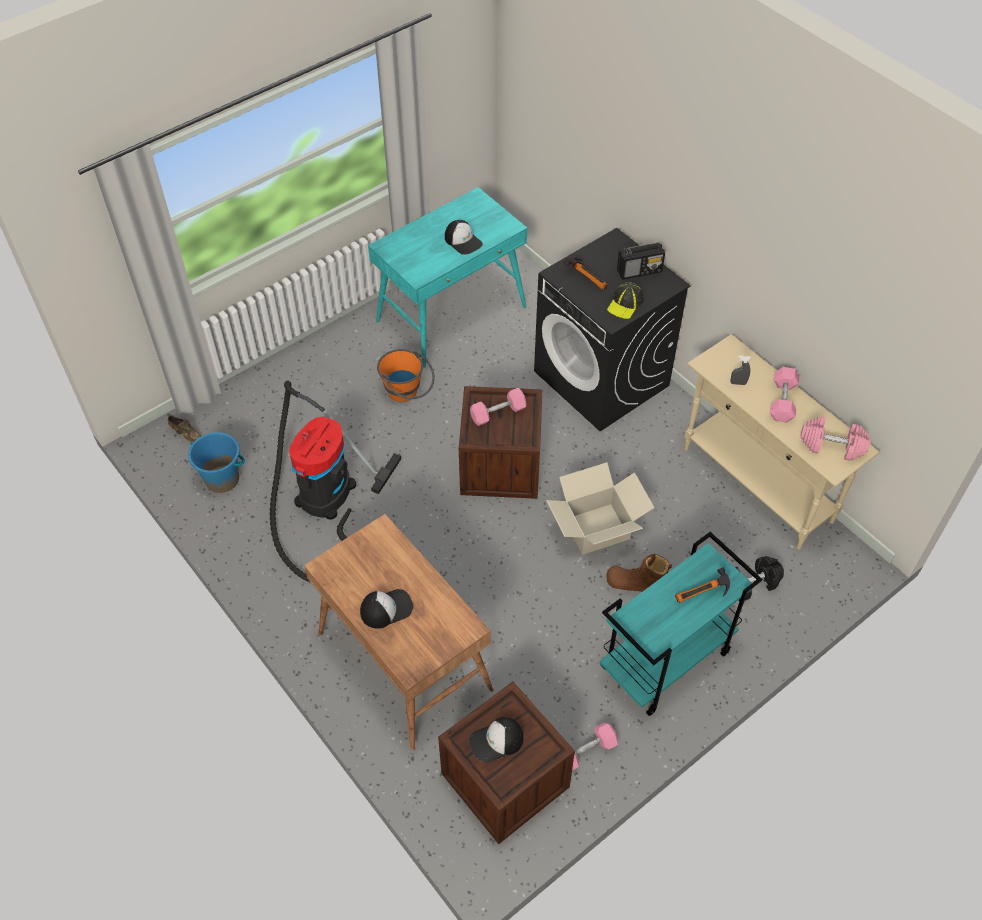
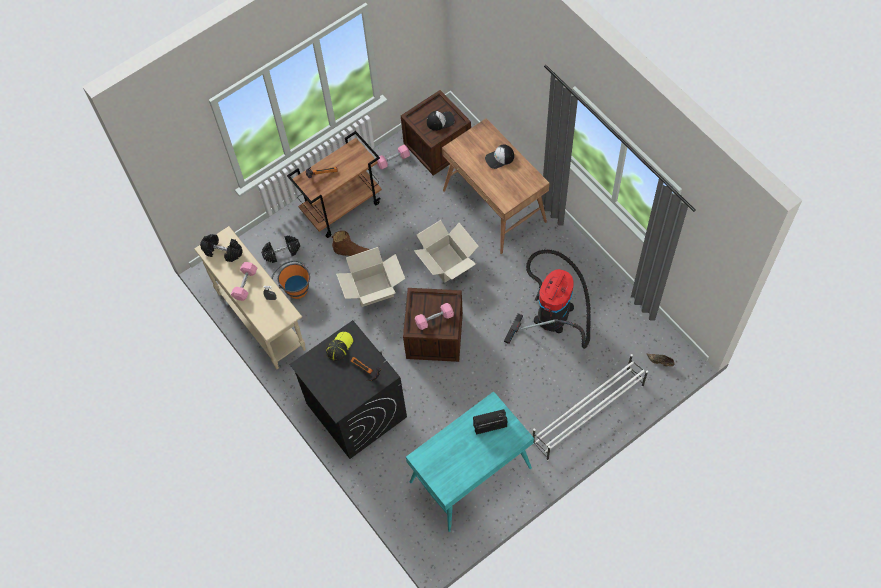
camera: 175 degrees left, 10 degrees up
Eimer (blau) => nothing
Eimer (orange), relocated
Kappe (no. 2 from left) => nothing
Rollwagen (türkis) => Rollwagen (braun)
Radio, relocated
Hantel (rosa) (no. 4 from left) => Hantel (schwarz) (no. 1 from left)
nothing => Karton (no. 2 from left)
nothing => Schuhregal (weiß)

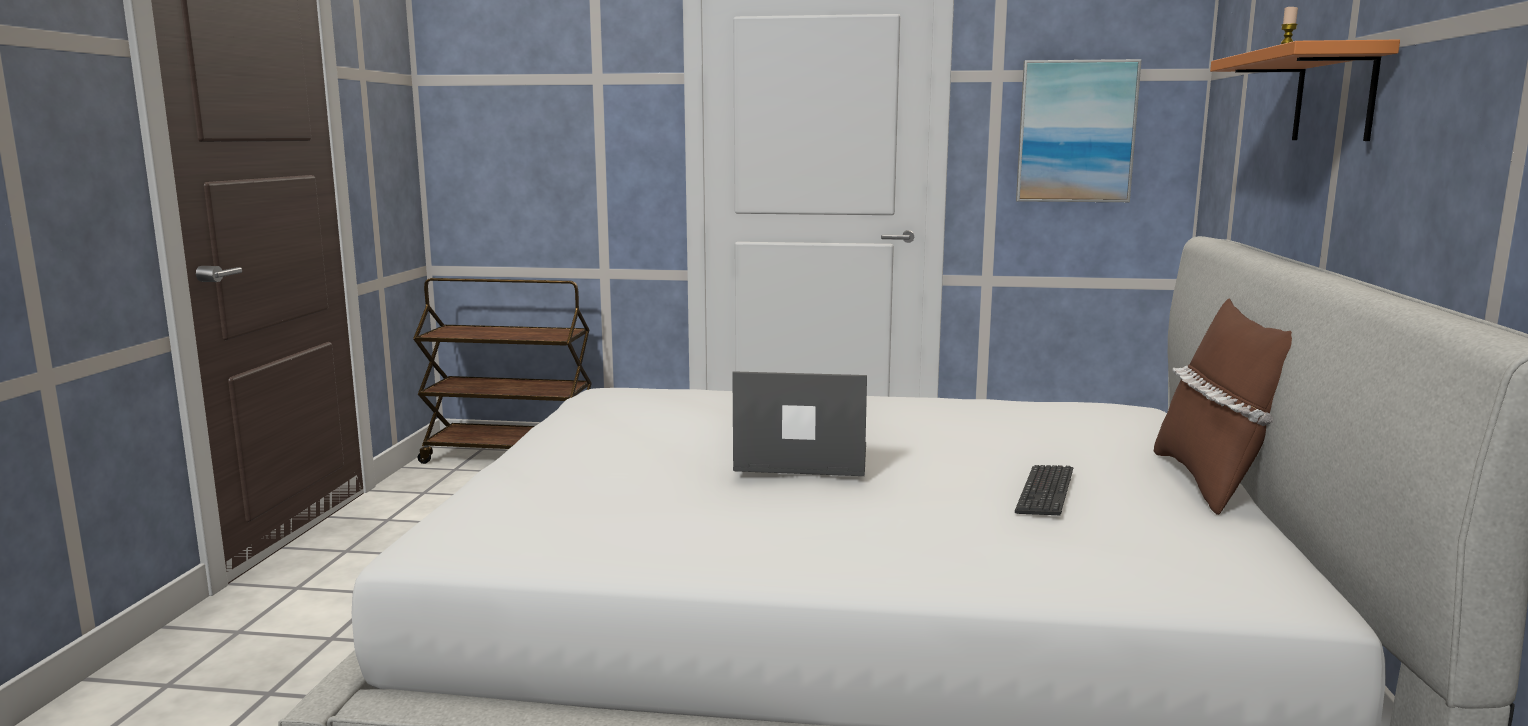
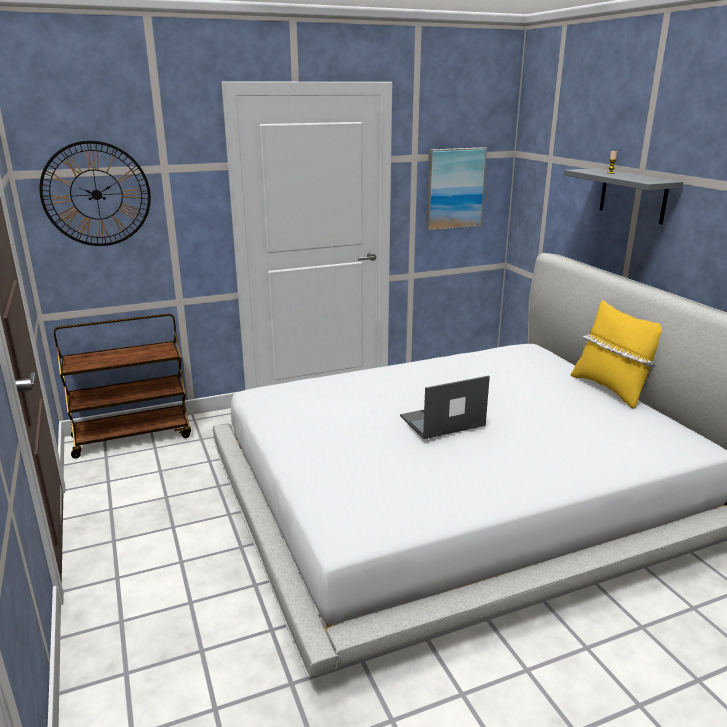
camera: 30 degrees left, 10 degrees up
Tastatur => nothing
Kissen (braun) => Kissen (gelb)
Wandregal (orange) => Wandregal (grau)
nothing => Wanduhr

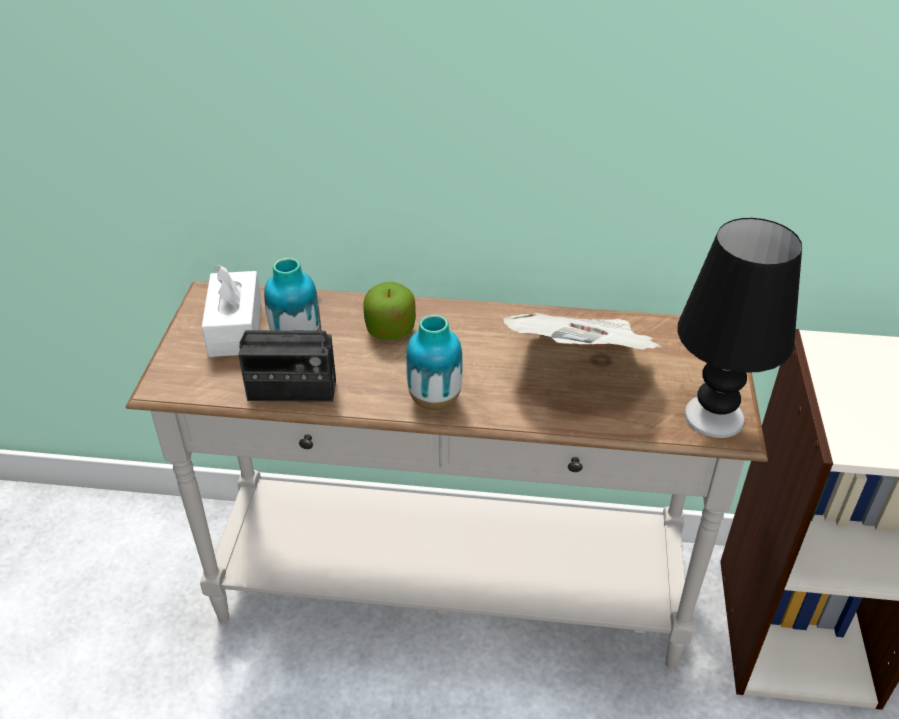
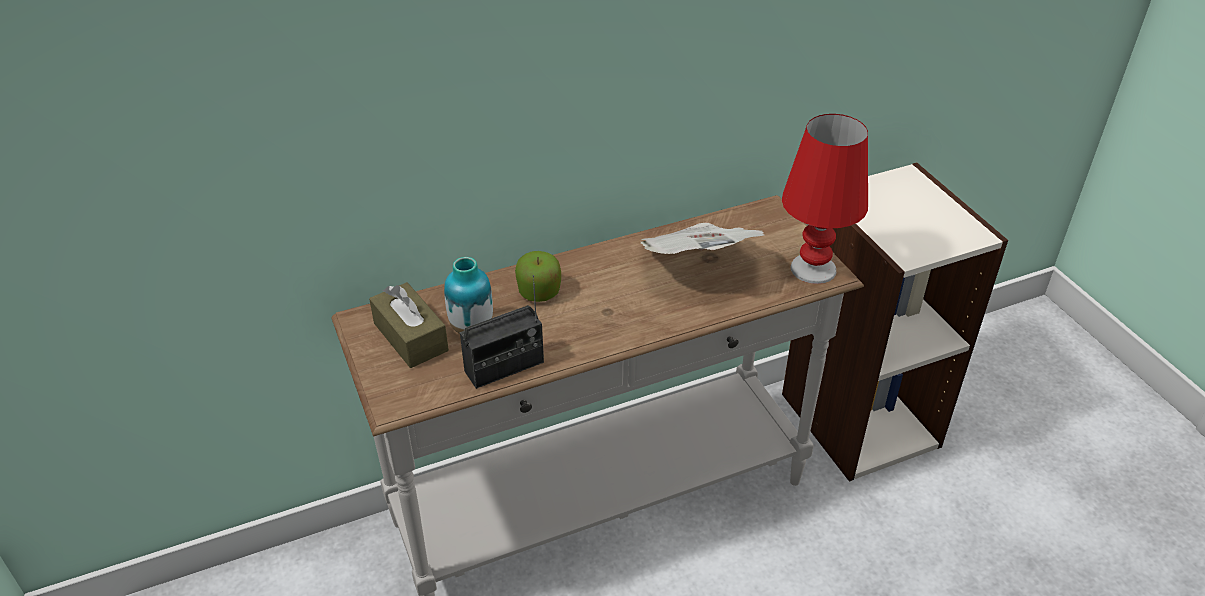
camera: 30 degrees left, 0 degrees up
Taschentuchbox (weiß) => Taschentuchbox (braun)
Vase (no. 2 from left) => nothing
Tischlampe (schwarz) => Tischlampe (rot)

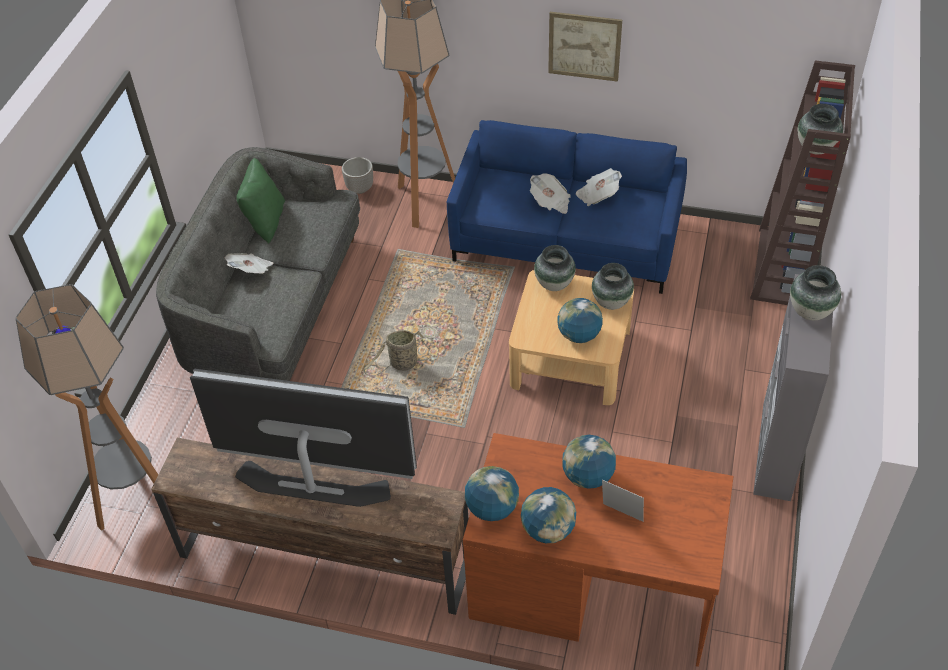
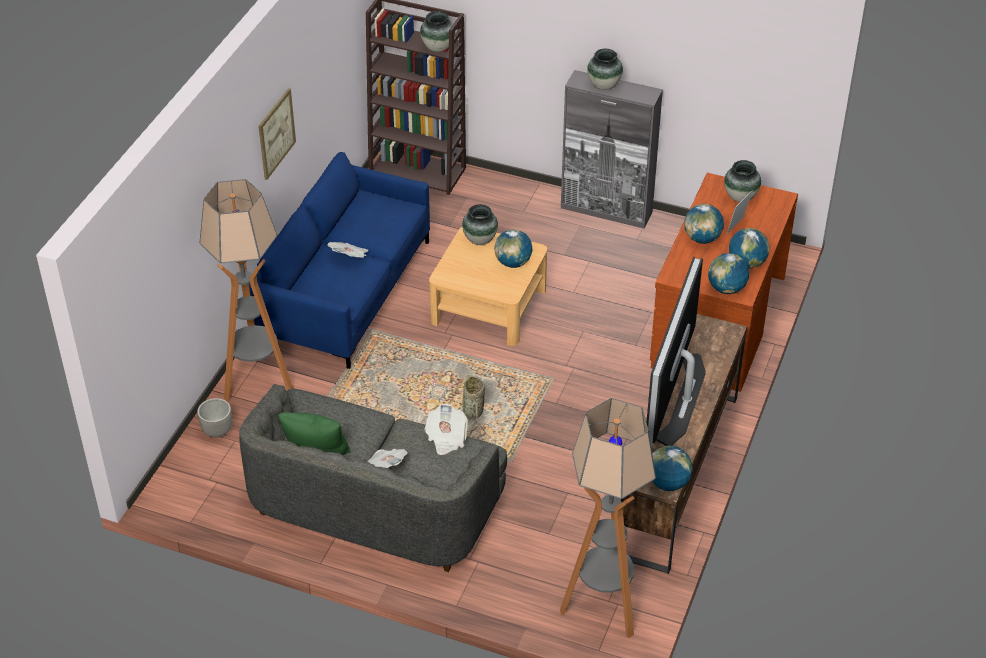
camera: 85 degrees left, 5 degrees down
Vase (no. 1 from left in the first image) => Vase (no. 4 from left), relocated
Zeitung (no. 3 from left), relocated
nothing => Globus (no. 2 from left)

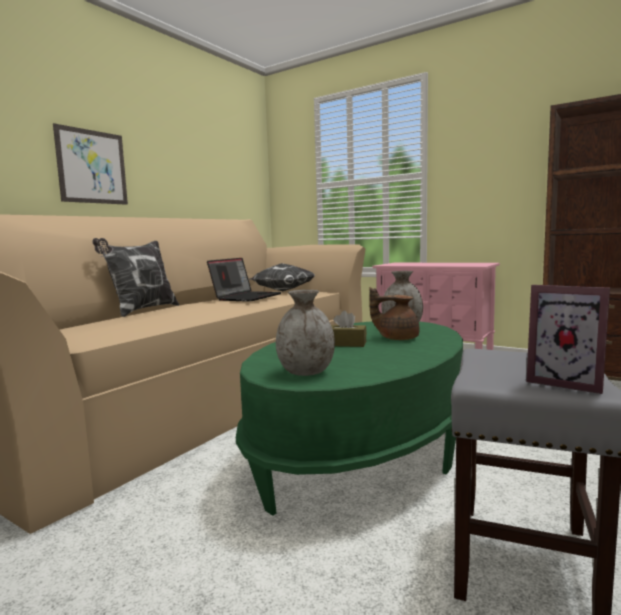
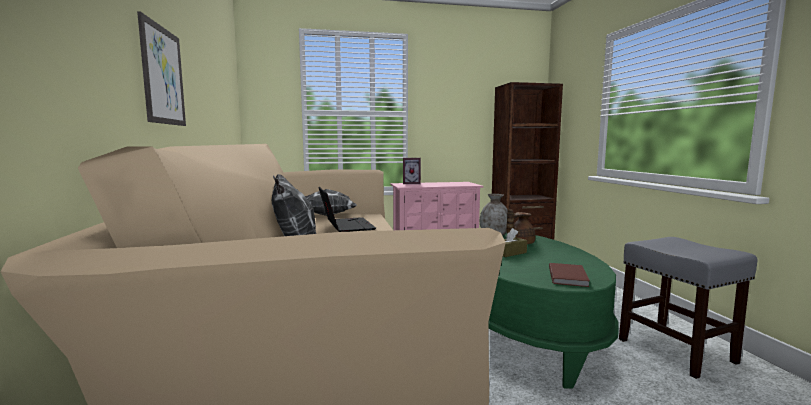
camera: 45 degrees left, 0 degrees up
Vase (grau) (no. 1 from left) => Buch (braun)
Bilderrahmen, relocated

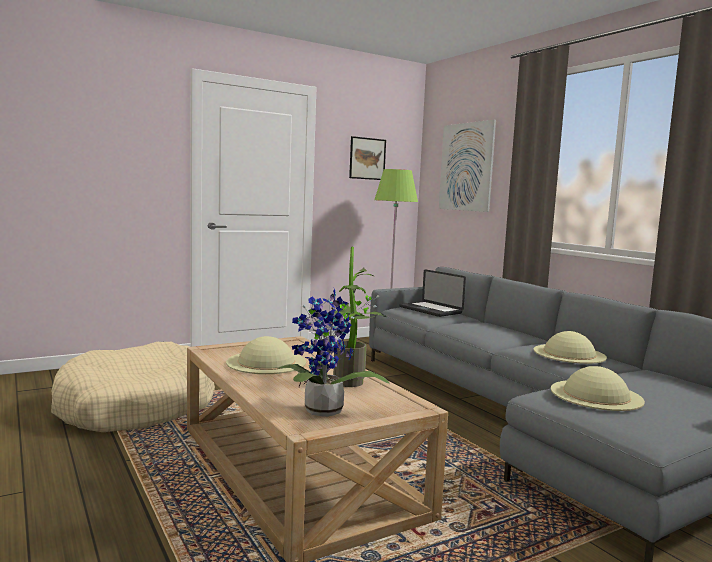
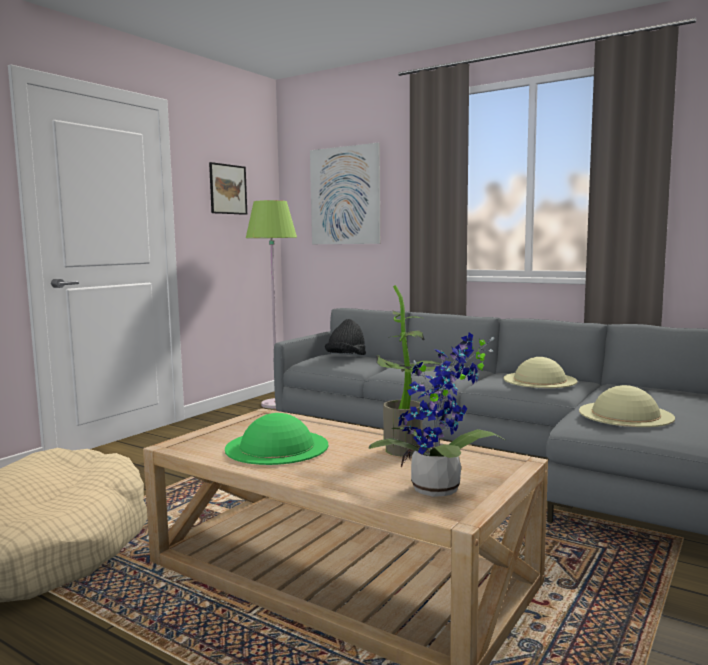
camera: 25 degrees left, 0 degrees up
Hut (beige) (no. 1 from left) => Hut (grün)
Laptop => Hut (schwarz)

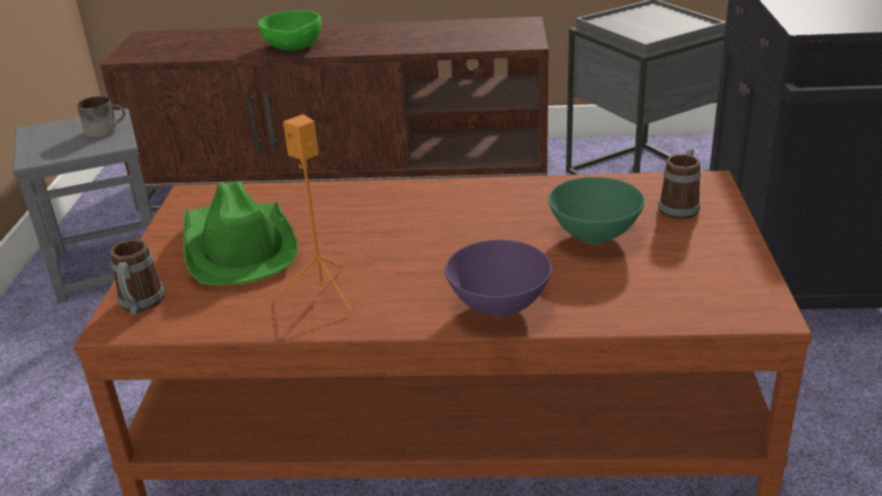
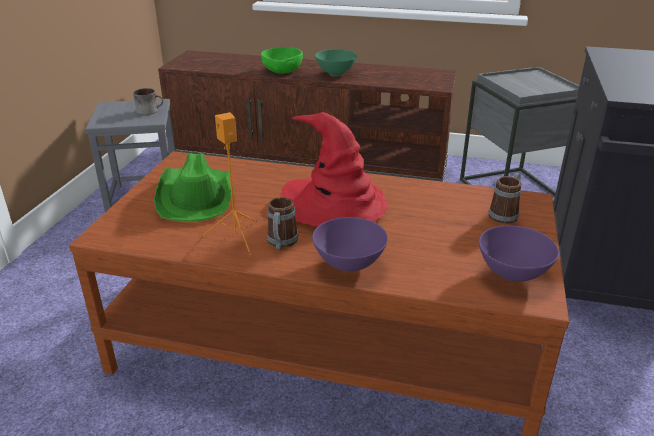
camera: 10 degrees right, 0 degrees up
Henkelbecher (no. 2 from left), relocated
Schüssel (grün) (no. 2 from left), relocated
nothing => Hut (rot)
nothing => Schüssel (lila) (no. 2 from left)

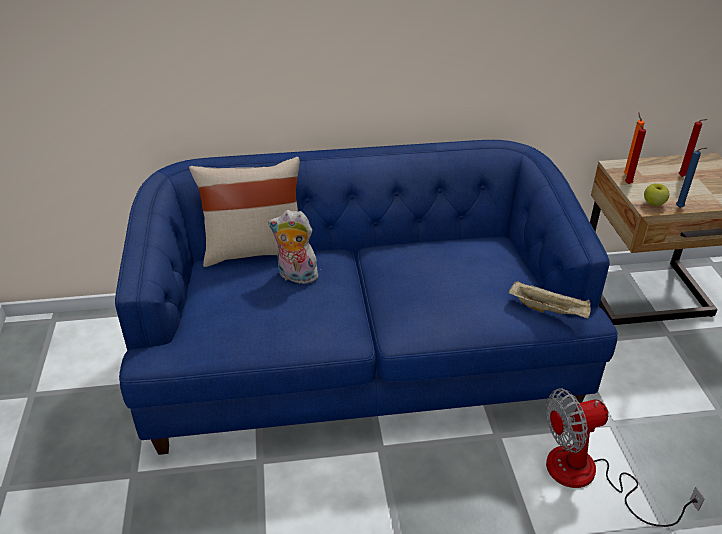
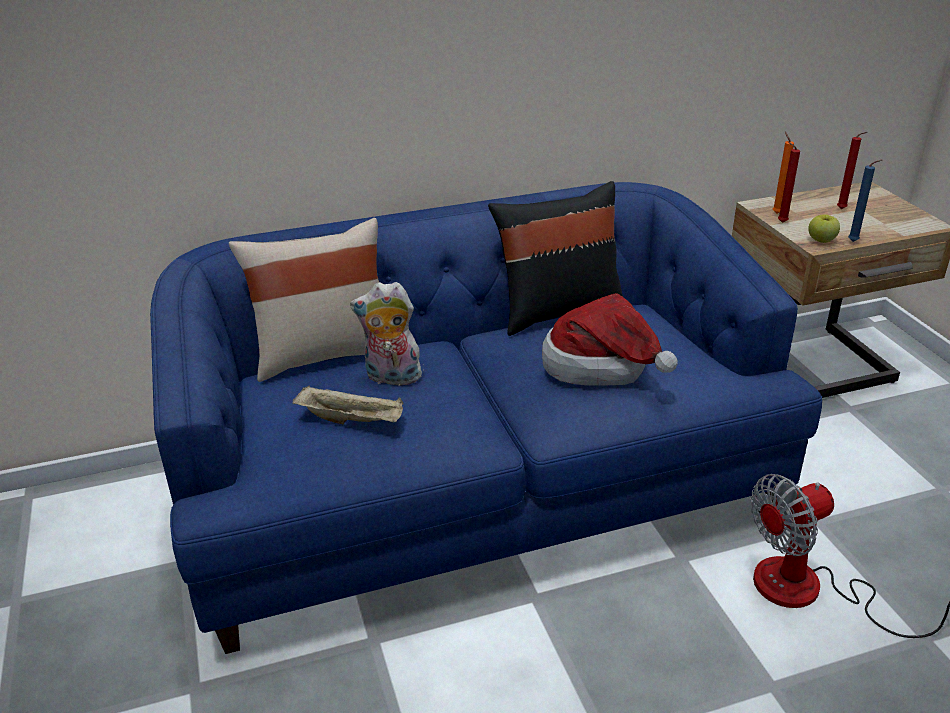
camera: 10 degrees left, 5 degrees down
Tablett (beige), relocated
nothing => Kissen (schwarz)
nothing => Hut

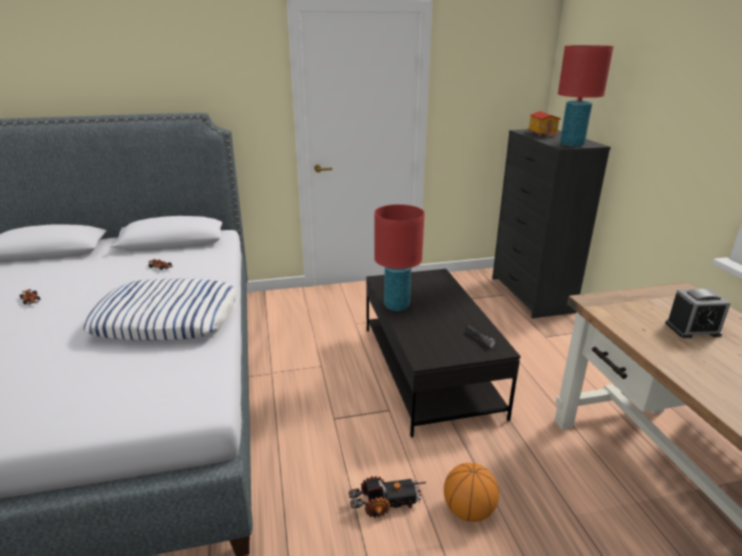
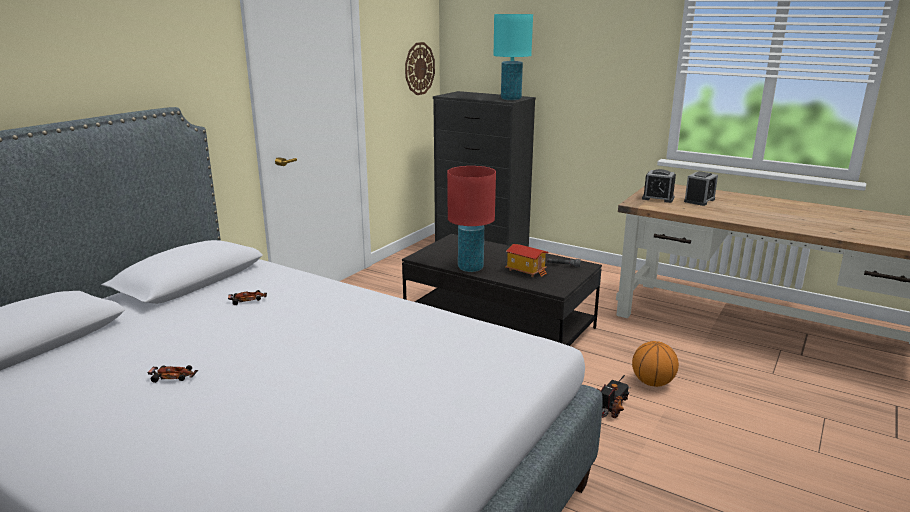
camera: 45 degrees left, 5 degrees down
Kissen => nothing
Spielzeughaus, relocated
Tischlampe (rot) (no. 2 from left) => Tischlampe (türkis)
nothing => Wanduhr
nothing => Wecker (no. 1 from left)

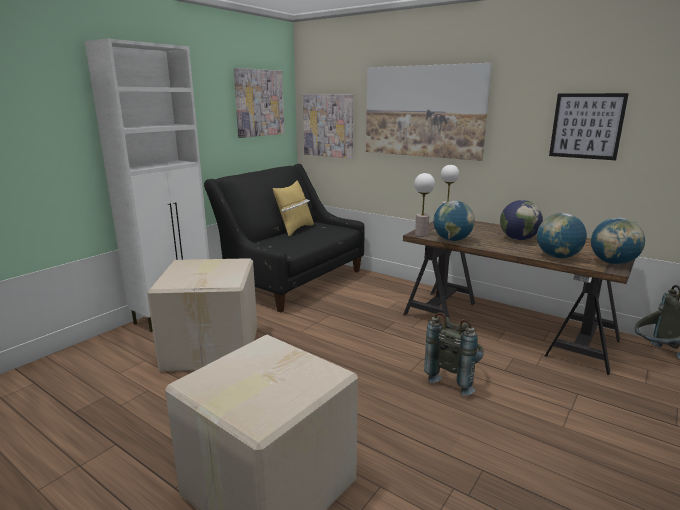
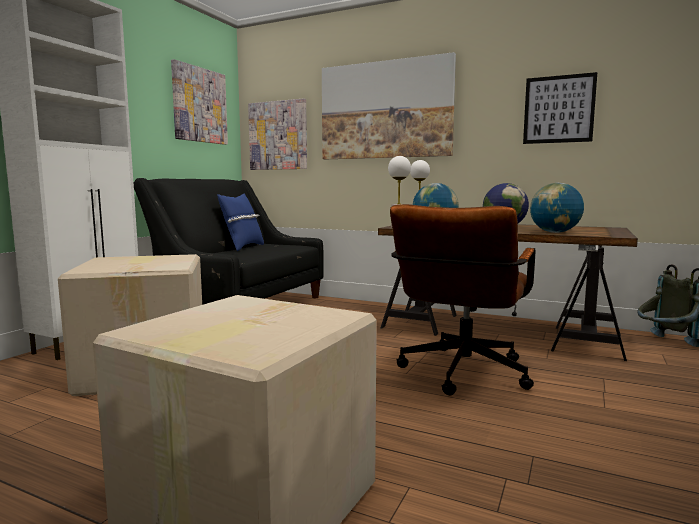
camera: 10 degrees left, 10 degrees down
Kissen (gelb) => Kissen (blau)
Rucksack (grau) (no. 1 from left) => Bürostuhl (braun)
Globus (no. 4 from left) => nothing

